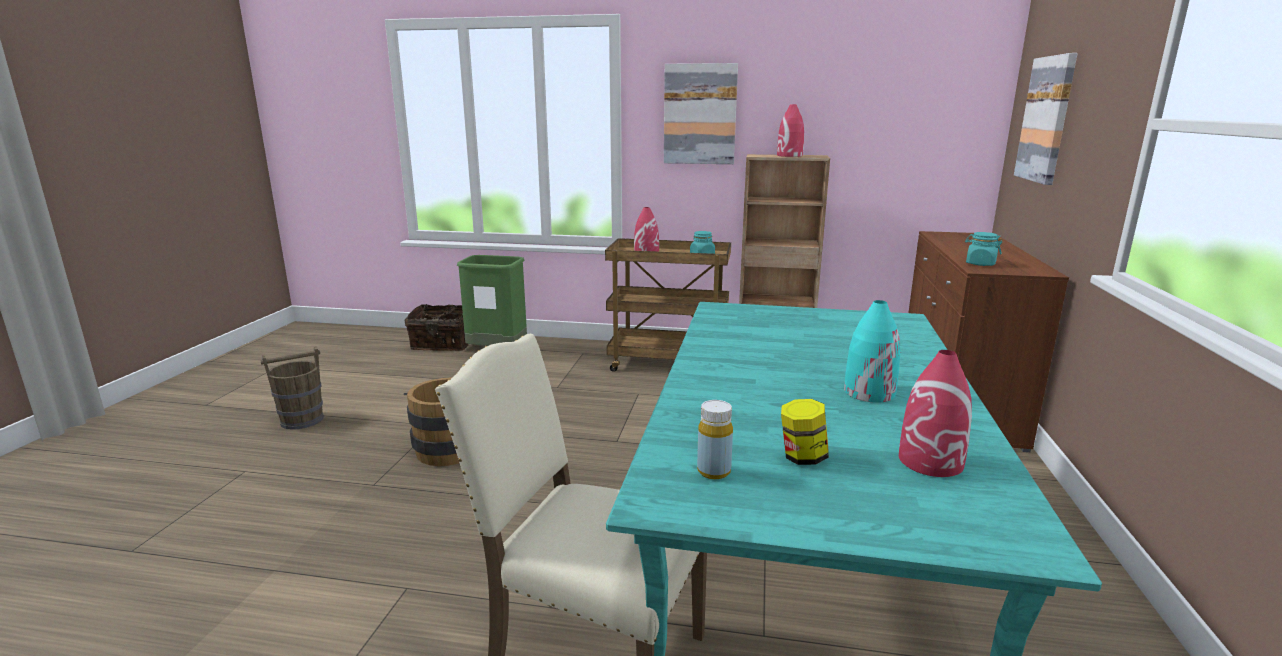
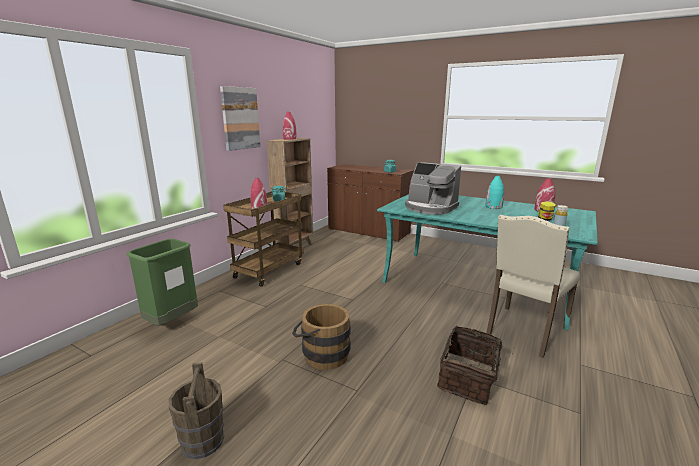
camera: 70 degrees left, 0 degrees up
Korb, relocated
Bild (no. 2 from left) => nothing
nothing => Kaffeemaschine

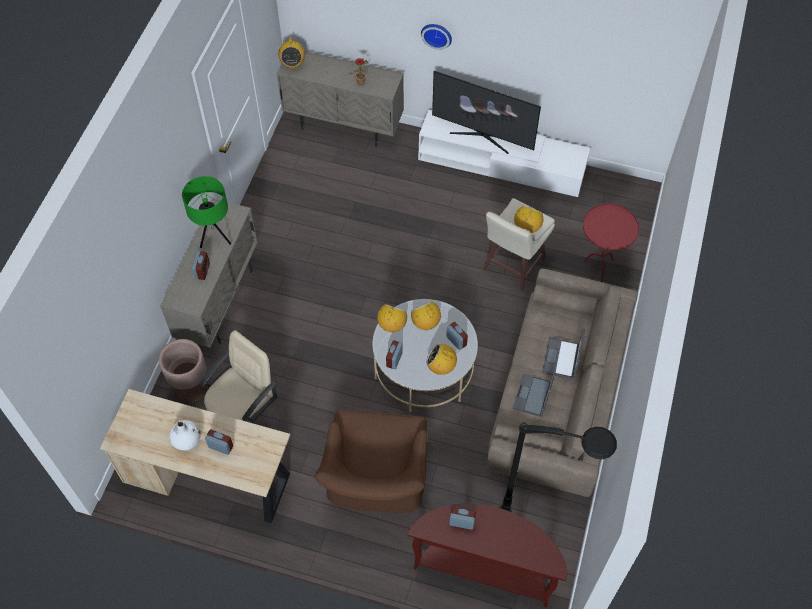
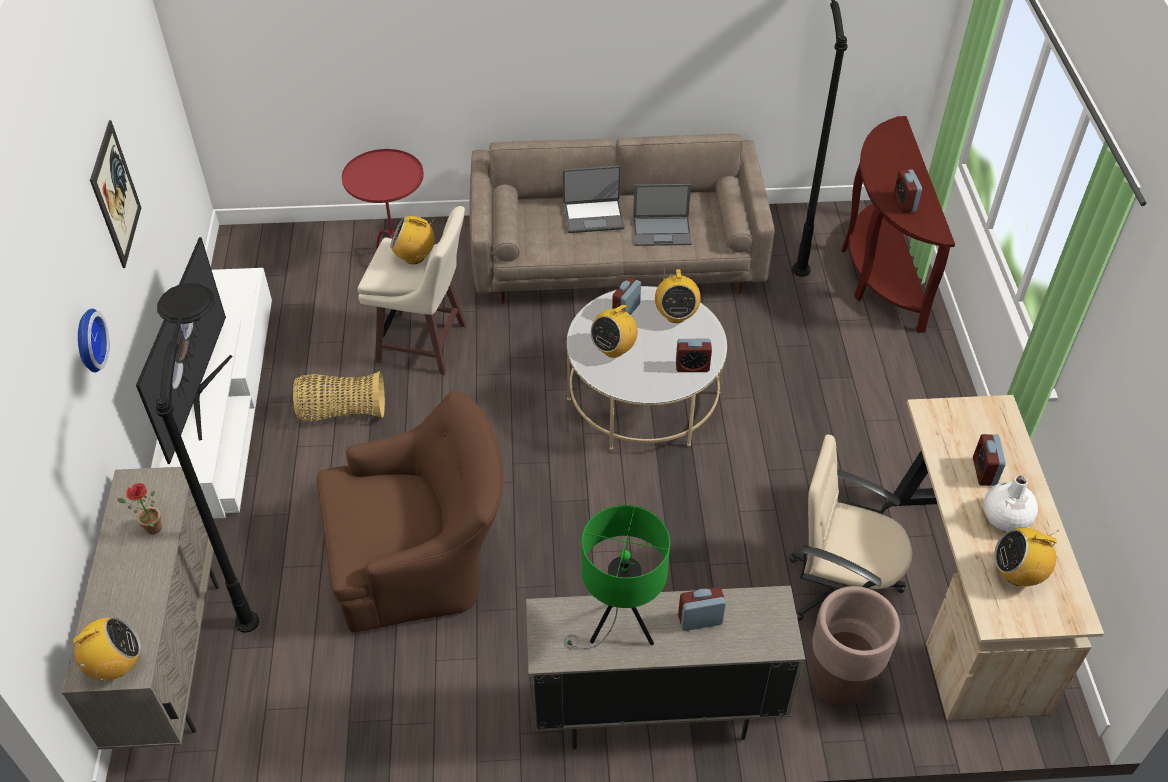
camera: 110 degrees left, 10 degrees down
Sessel (braun), relocated
Radio (no. 2 from left in the first image) => Radio (no. 5 from left), relocated
nothing => Bild
nothing => Stehlampe (schwarz) (no. 1 from left)
nothing => Korb

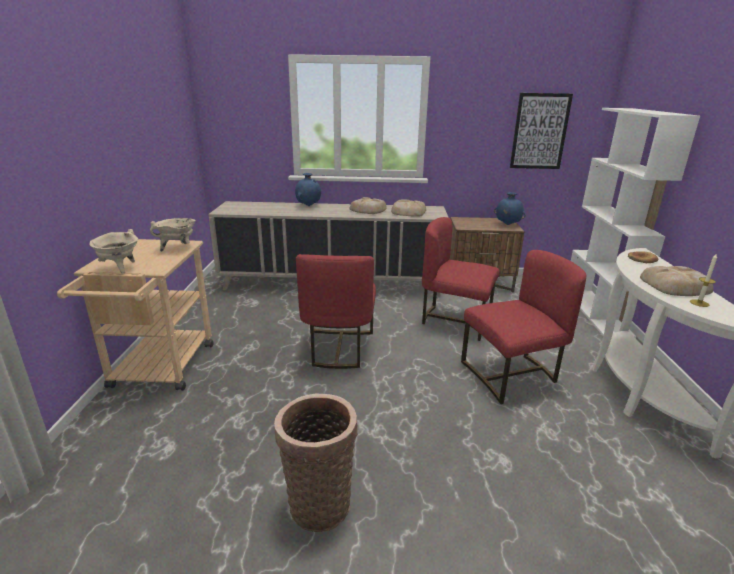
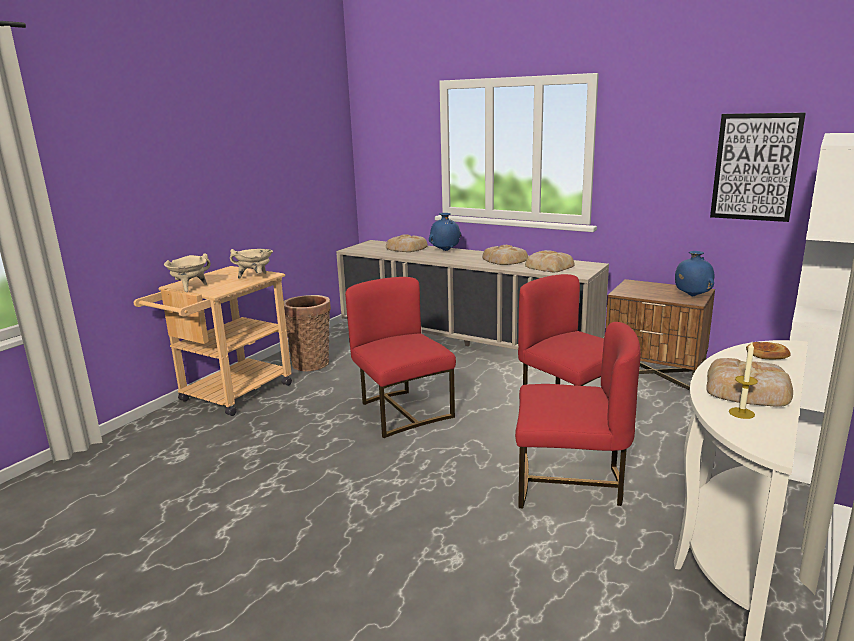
camera: 30 degrees right, 5 degrees down
Korb, relocated
Stuhl (rot) (no. 1 from left), 120 degrees clockwise
nothing => Brot (no. 1 from left)

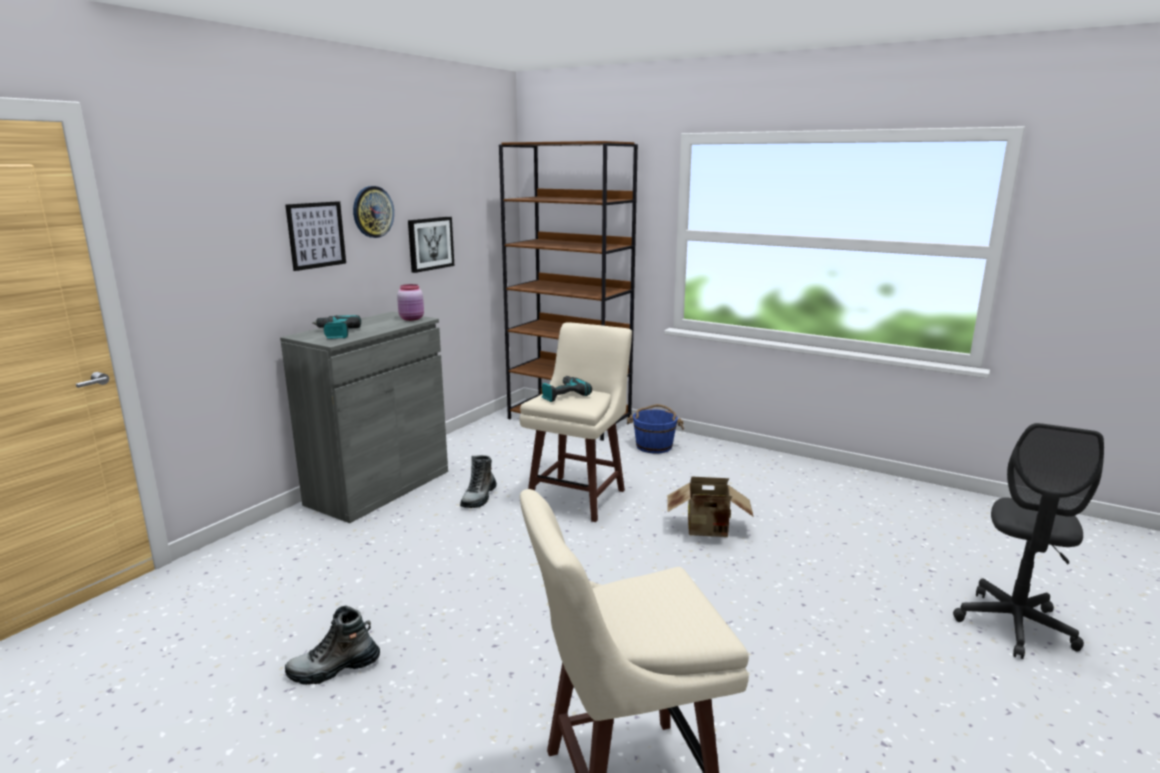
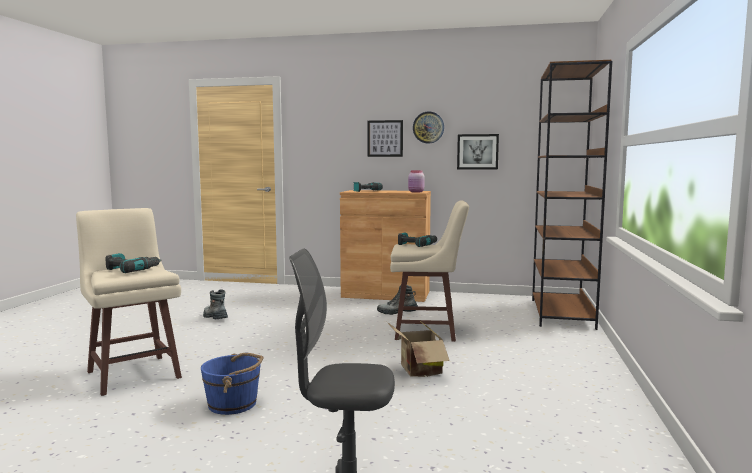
camera: 70 degrees right, 10 degrees down
Schrank (grau) => Schrank (braun)
Eimer (blau), relocated
nothing => Bohrmaschine (no. 1 from left)

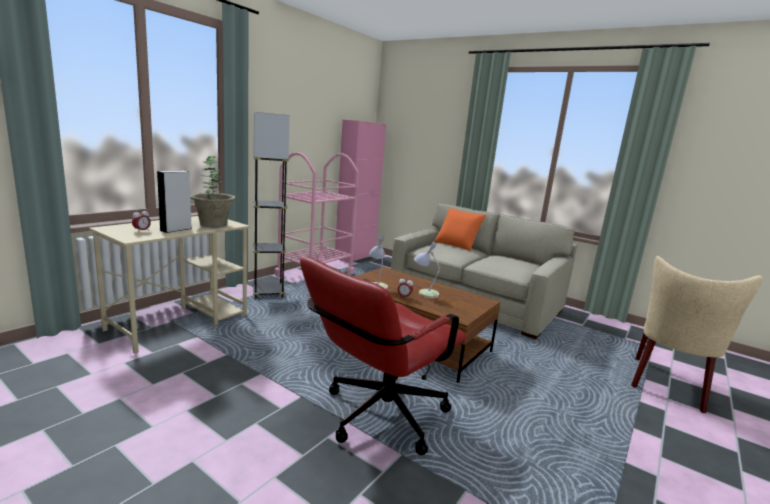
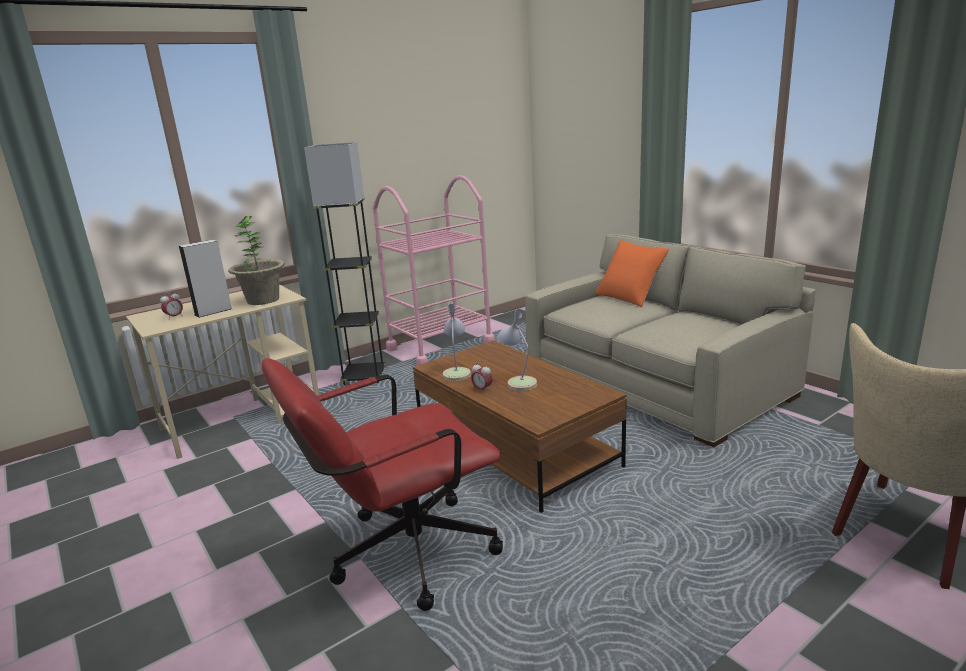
camera: 20 degrees right, 5 degrees up
Schrank (rosa) => nothing

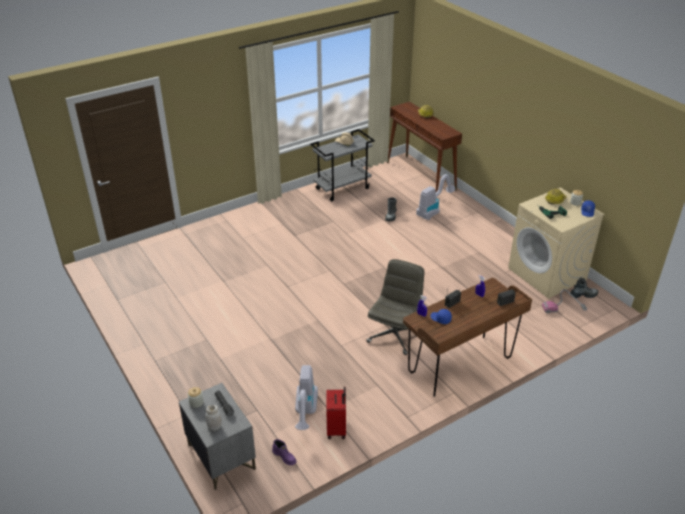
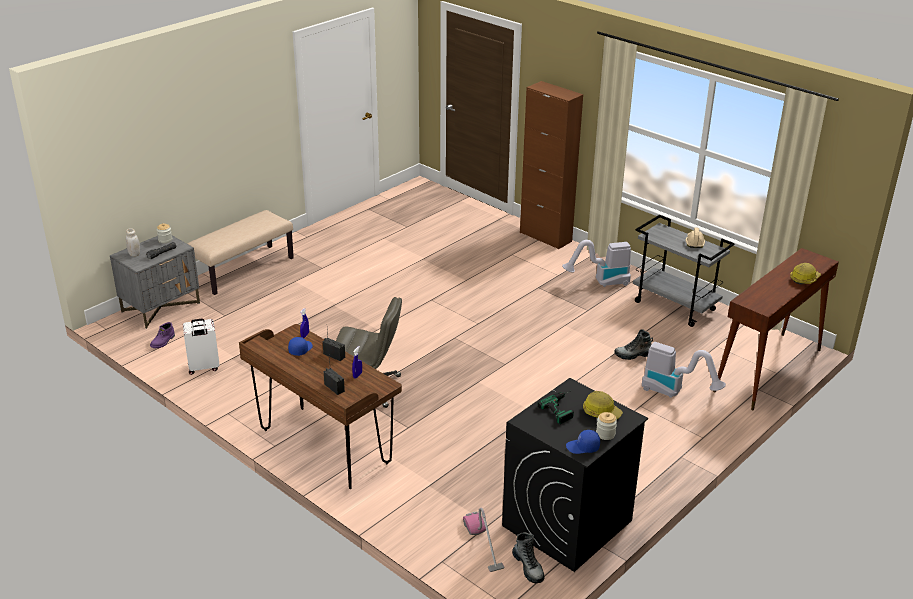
camera: 75 degrees right, 5 degrees down
Staubsauger (no. 1 from left in the first image) => Staubsauger (no. 2 from left), relocated
Koffer (rot) => Koffer (weiß)
Waschmaschine (beige) => Waschmaschine (schwarz)
nothing => Bank (beige)
nothing => Schrank (braun)

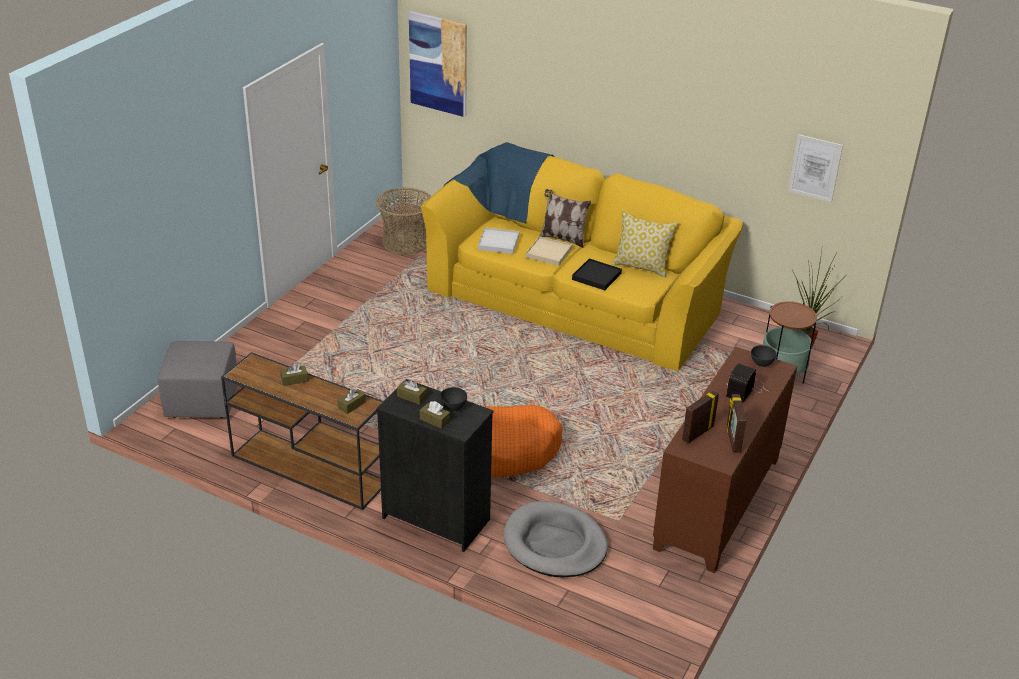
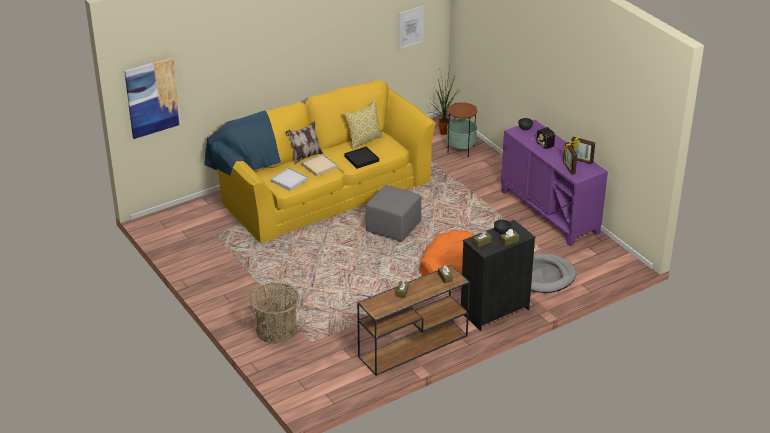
camera: 60 degrees left, 0 degrees up
Polsterhocker (grau), relocated
Korb, relocated
Schrank (braun) => Schrank (lila)

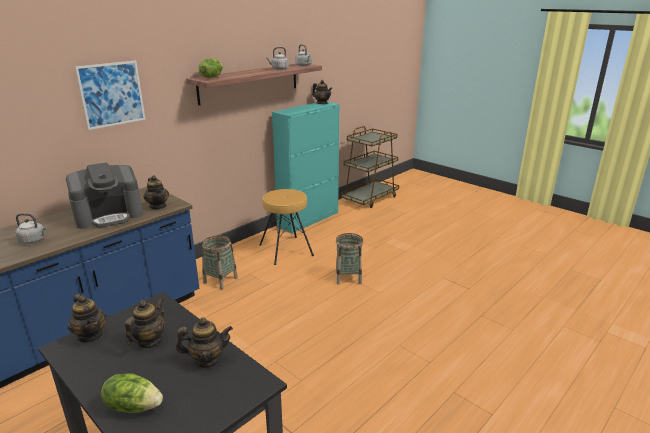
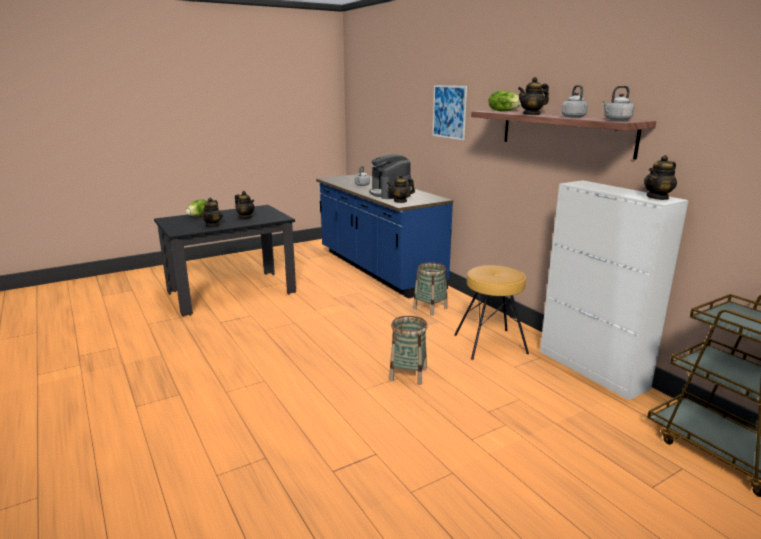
camera: 105 degrees right, 5 degrees down
Teekanne (no. 1 from left in the first image) => Teekanne (no. 4 from left), relocated
Schrank (türkis) => Schrank (weiß)

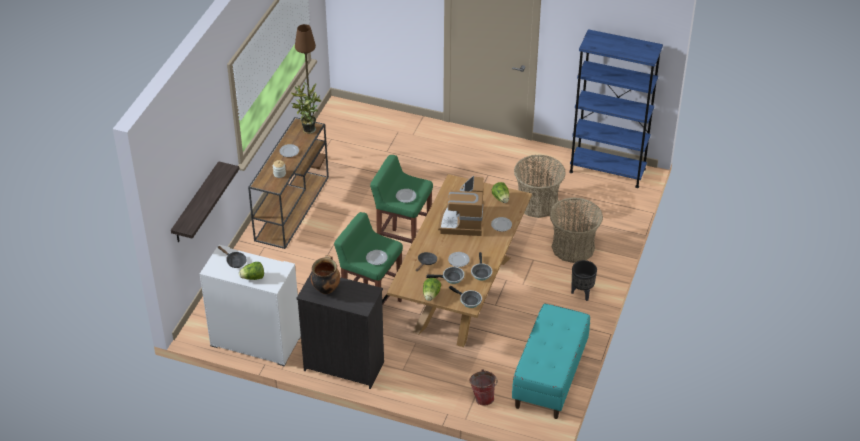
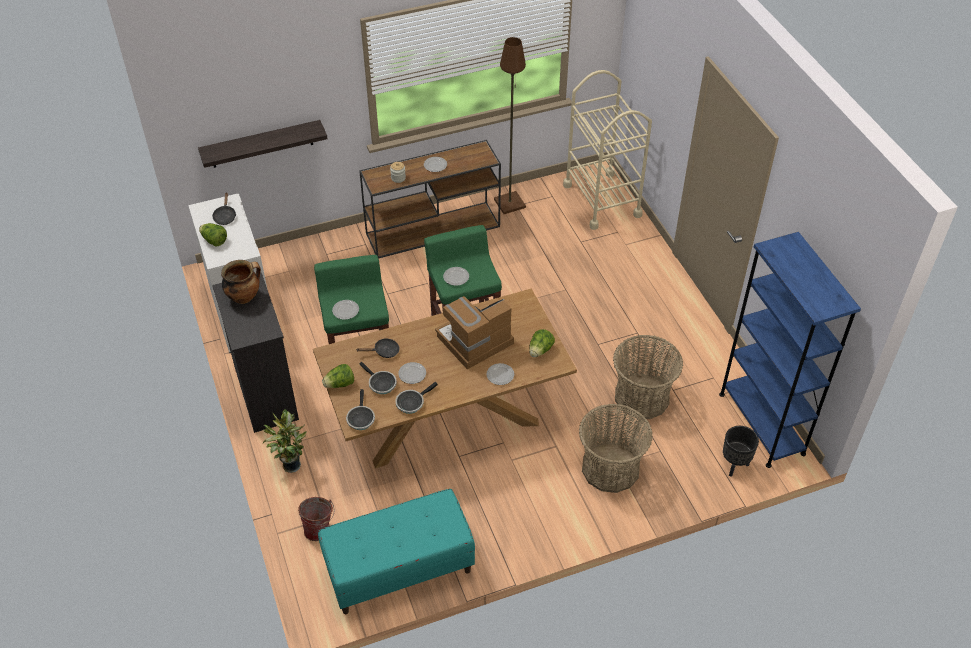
camera: 50 degrees right, 5 degrees up
Topfpflanze, relocated
Pflanzkübel (schwarz), relocated
nothing => Rollwagen (beige)

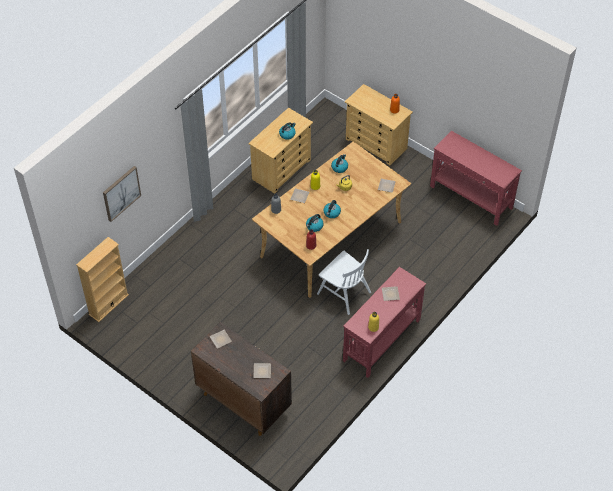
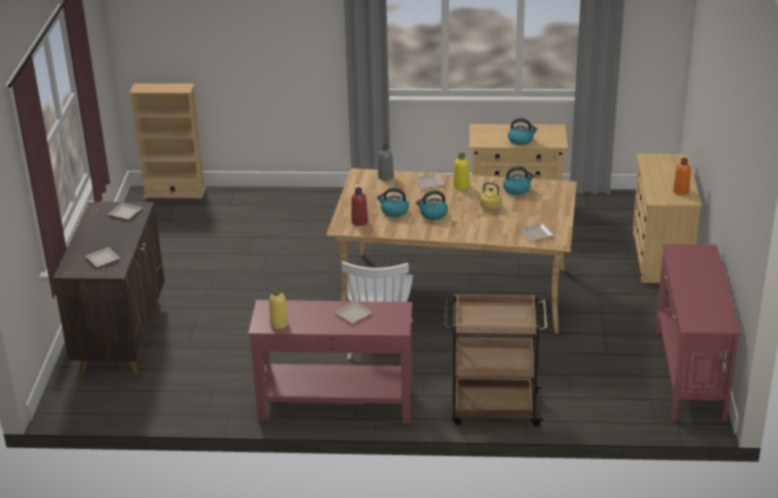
camera: 55 degrees right, 20 degrees down
Bild => nothing
nothing => Rollwagen (braun)

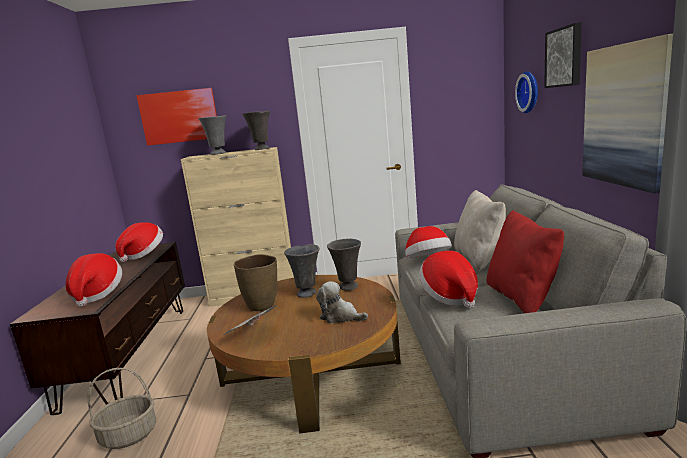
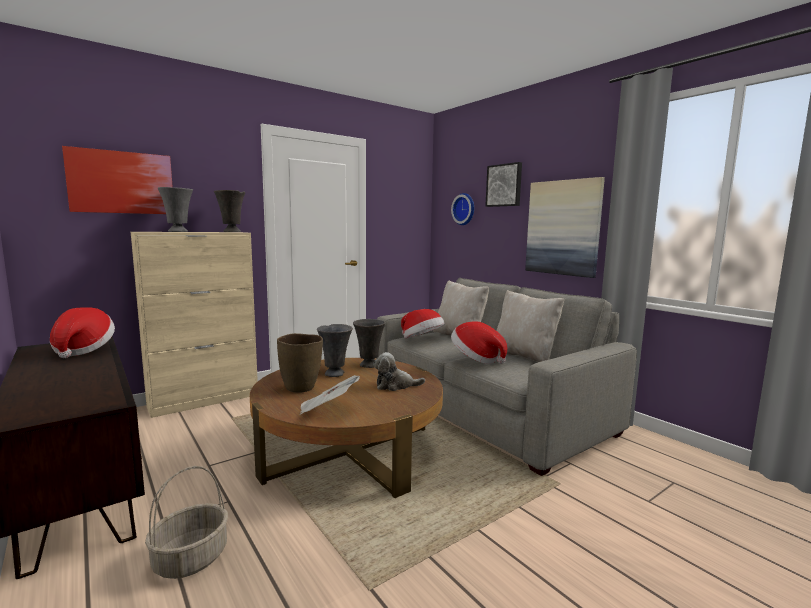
camera: 35 degrees left, 5 degrees down
Hut (no. 1 from left) => nothing
Kissen (rot) => Kissen (beige) (no. 2 from left)

